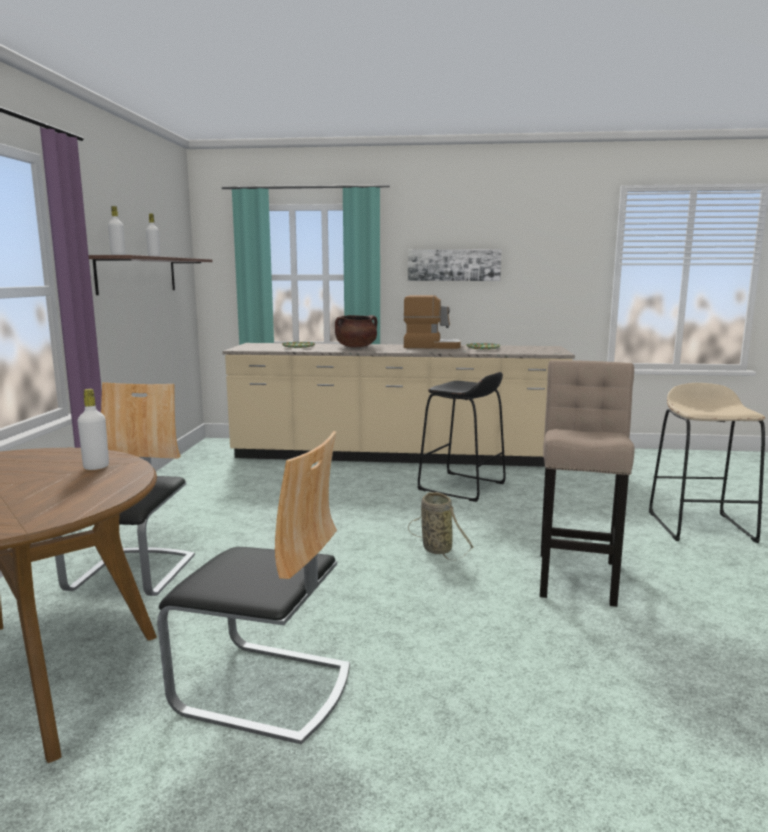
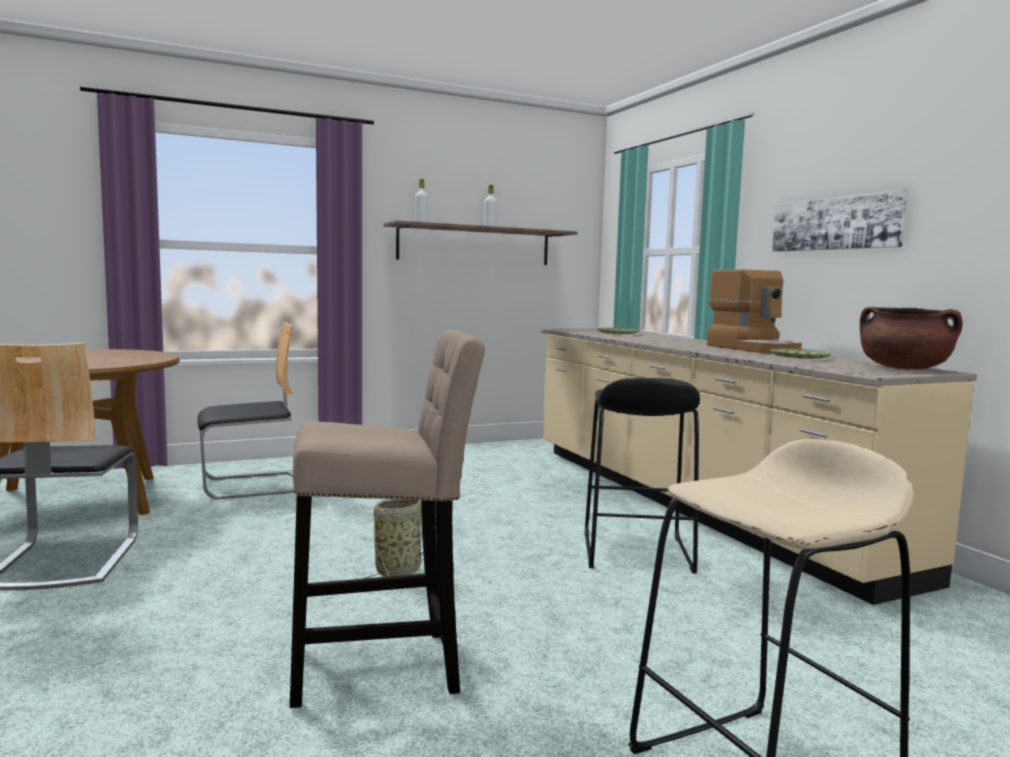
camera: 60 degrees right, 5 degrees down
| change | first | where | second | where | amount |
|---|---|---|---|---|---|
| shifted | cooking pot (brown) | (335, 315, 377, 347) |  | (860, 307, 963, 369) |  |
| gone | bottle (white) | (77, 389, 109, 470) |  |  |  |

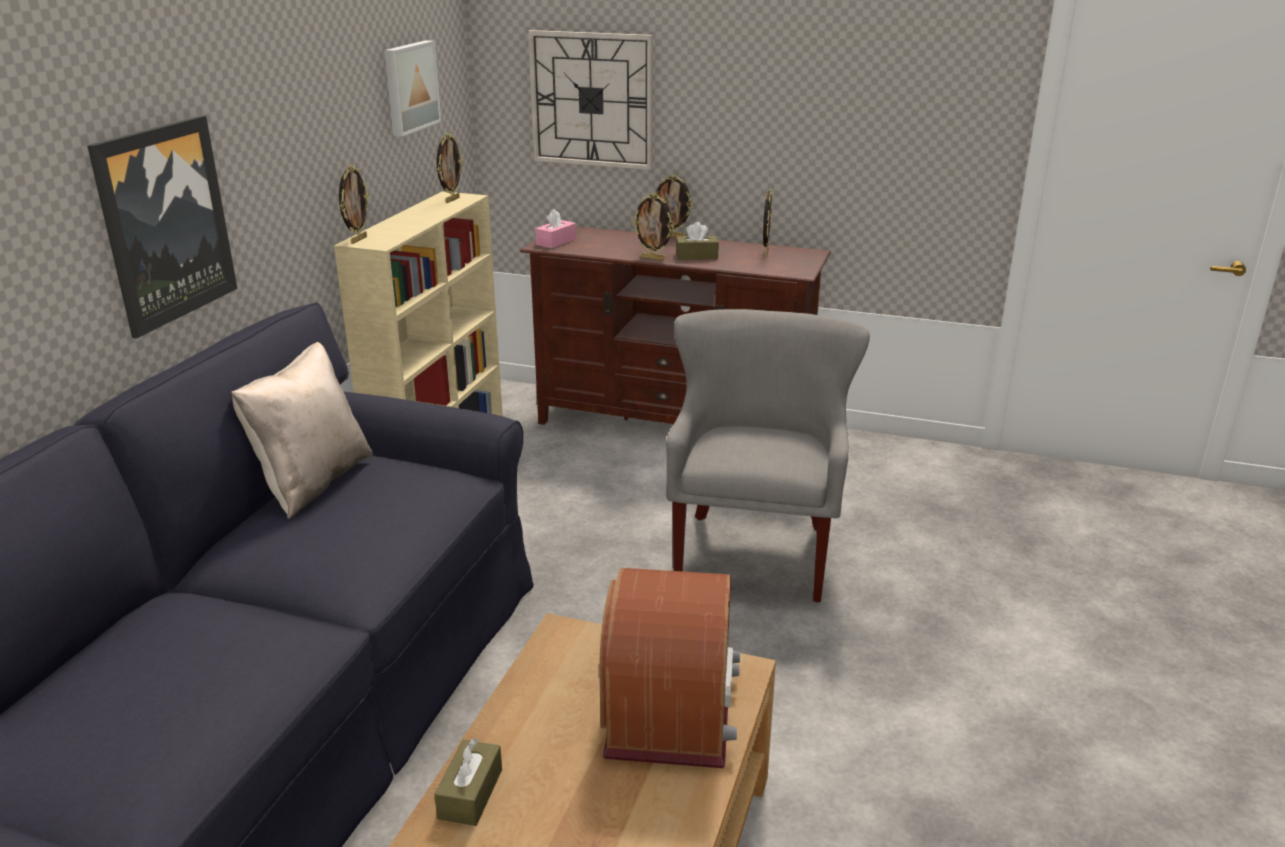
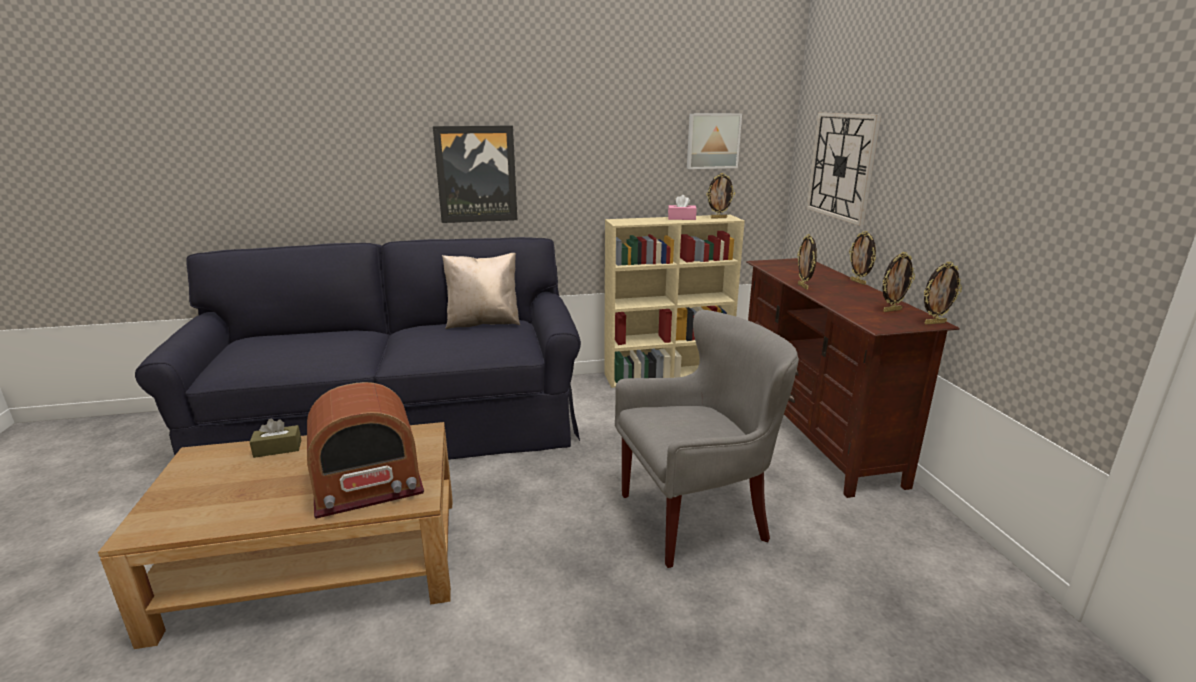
camera: 60 degrees right, 5 degrees down
| change | first | where | second | where | amount |
|---|---|---|---|---|---|
| shifted | tissue box (pink) | (535, 209, 576, 248) |  | (668, 195, 697, 220) |  |
| shifted | picture frame | (339, 165, 369, 244) |  | (924, 262, 962, 325) |  |
| gone | tissue box (brown) | (676, 222, 719, 260) |  |  |  |

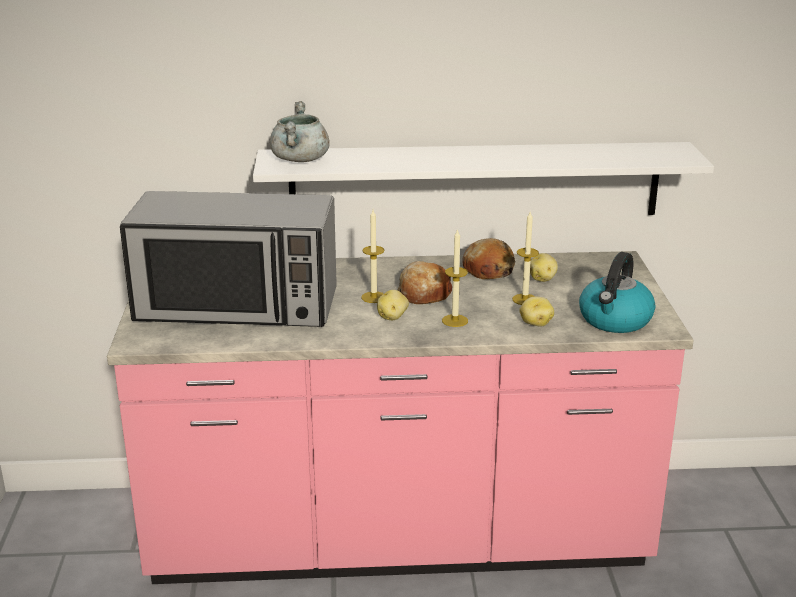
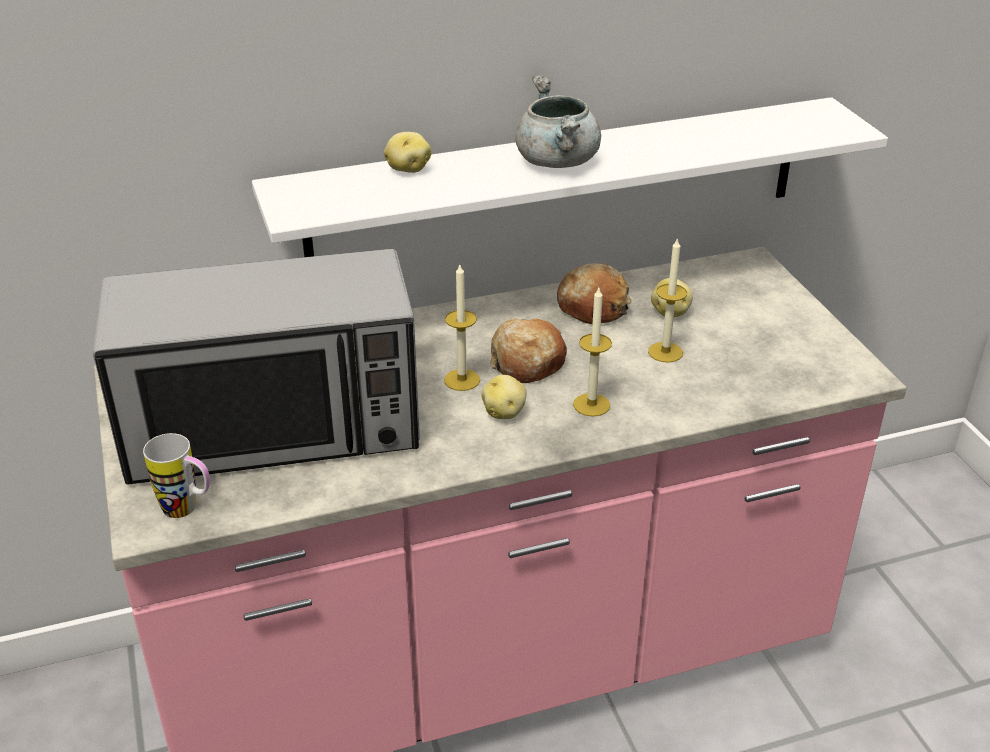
camera: 15 degrees left, 10 degrees up
| change | first | where | second | where | amount |
|---|---|---|---|---|---|
| new |  |  | mug | (143, 433, 210, 518) |  |
| shifted | potato | (519, 297, 554, 327) |  | (384, 132, 431, 173) |  |
| shifted | cooking pot (grey) | (270, 101, 330, 162) |  | (515, 75, 601, 168) |  |
| gone | kettle | (579, 252, 655, 333) |  |  |  |

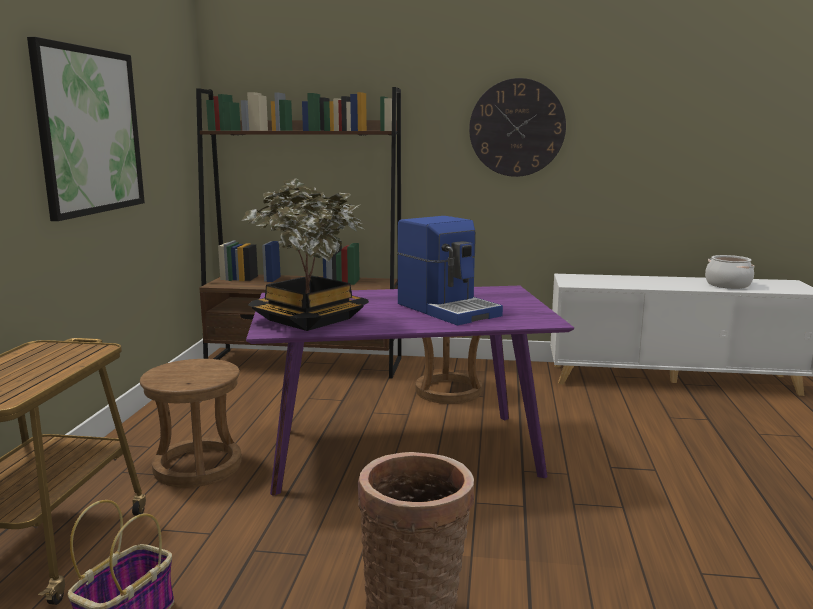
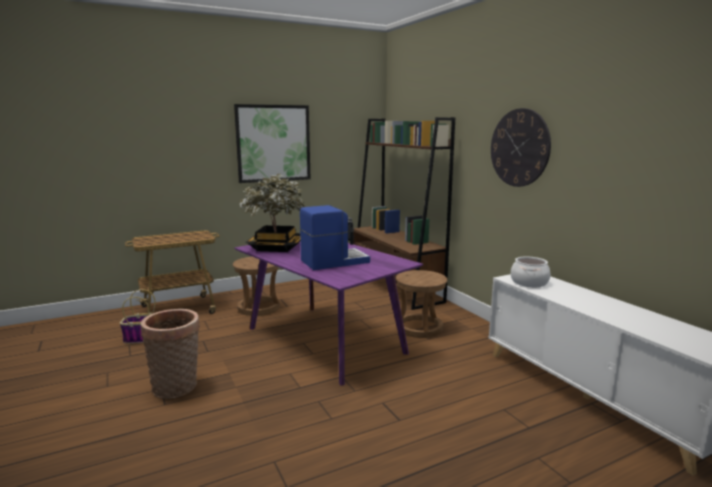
camera: 55 degrees right, 0 degrees up
| change | first | where | second | where | amount |
|---|---|---|---|---|---|
| rotated | coffee machine | (397, 216, 503, 325) |  | (300, 205, 370, 270) | 135 degrees counterclockwise |
| shifted | cooking pot | (705, 255, 754, 289) |  | (511, 256, 550, 287) |  |

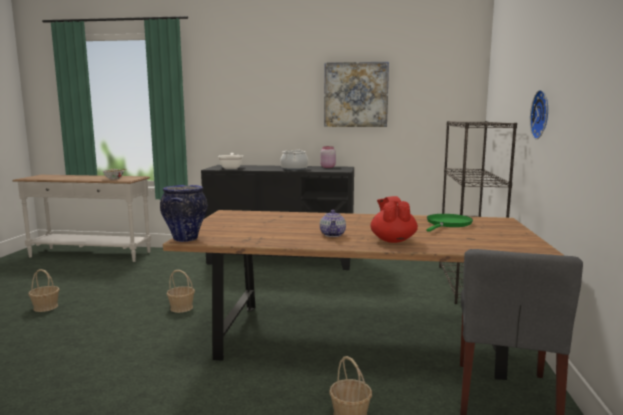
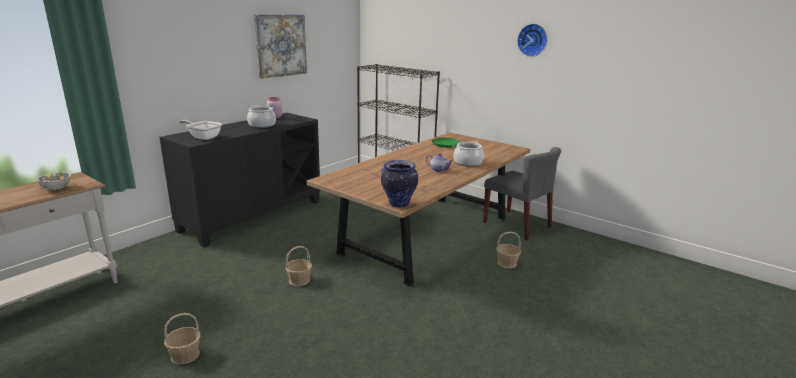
camera: 60 degrees left, 10 degrees up
| change | first | where | second | where | amount |
|---|---|---|---|---|---|
| swapped | teapot (red) | (370, 196, 418, 243) | cooking pot | (454, 141, 484, 167) |  |
| shifted | wall clock | (530, 90, 548, 139) |  | (517, 24, 548, 57) |  |

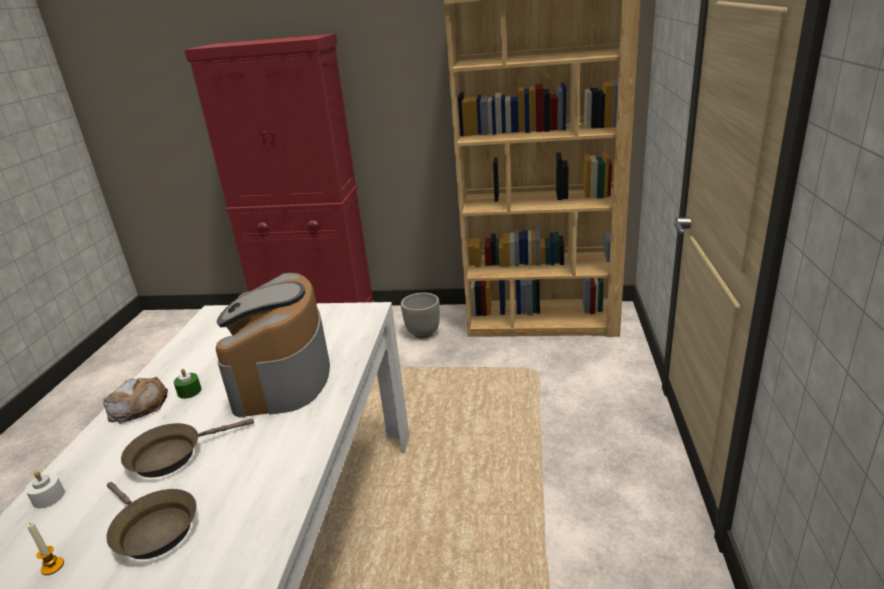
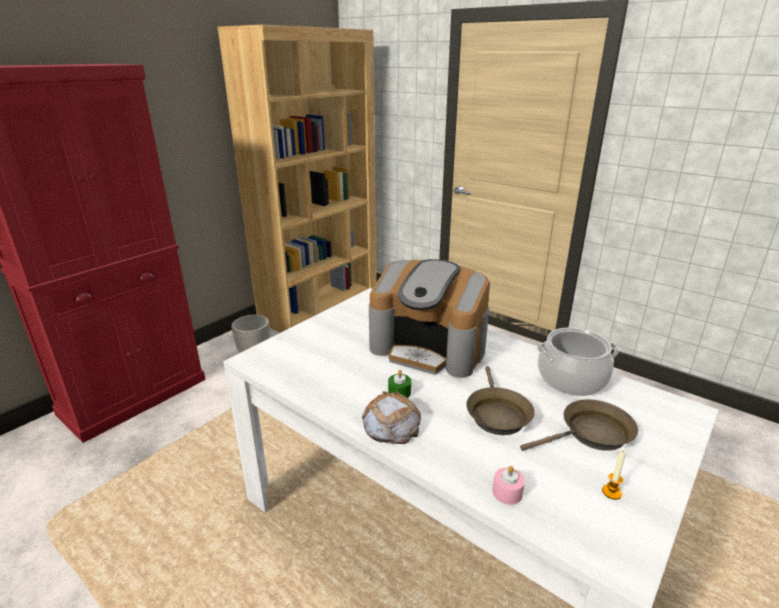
camera: 60 degrees left, 0 degrees up
| change | first | where | second | where | amount |
|---|---|---|---|---|---|
| repainted | candle (white) | (25, 471, 65, 508) | candle (pink) | (492, 466, 525, 505) |  |
| new |  |  | cooking pot | (537, 327, 619, 396) |  |

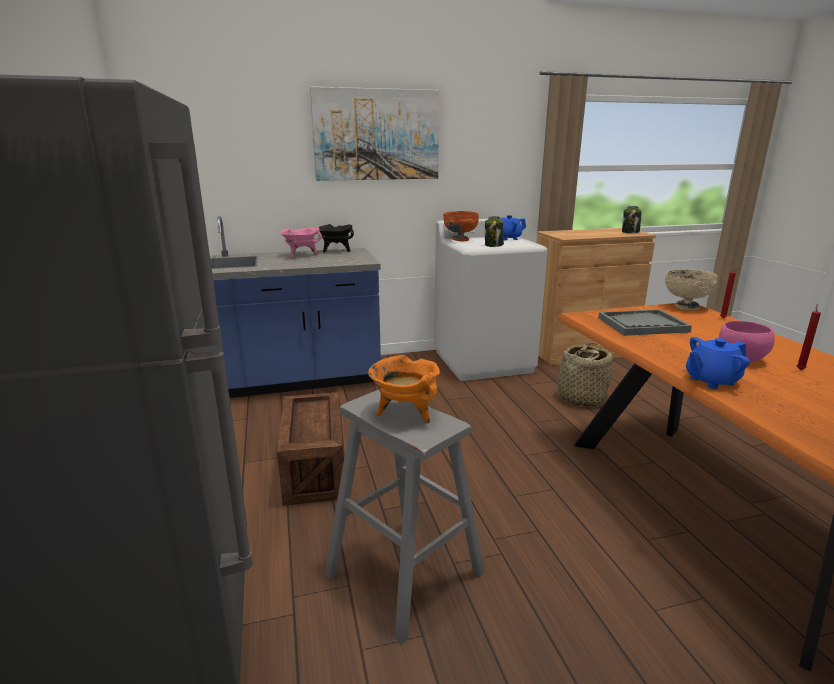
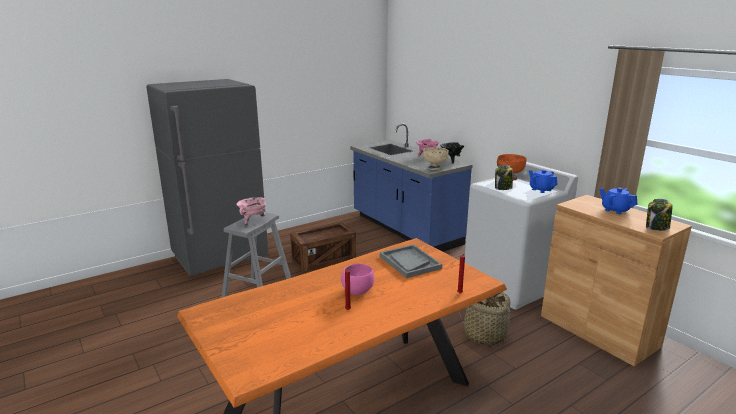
camera: 70 degrees right, 0 degrees up
| change | first | where | second | where | amount |
|---|---|---|---|---|---|
| repainted | cooking pot (orange) | (368, 355, 440, 424) | cooking pot (pink) | (236, 197, 267, 226) |  |
| shifted | bowl (beige) | (665, 269, 718, 310) |  | (423, 147, 449, 170) |  |
| shifted | teapot (blue) | (686, 337, 750, 389) |  | (599, 187, 638, 214) |  |
| gone | picture | (310, 87, 439, 181) |  |  |  |

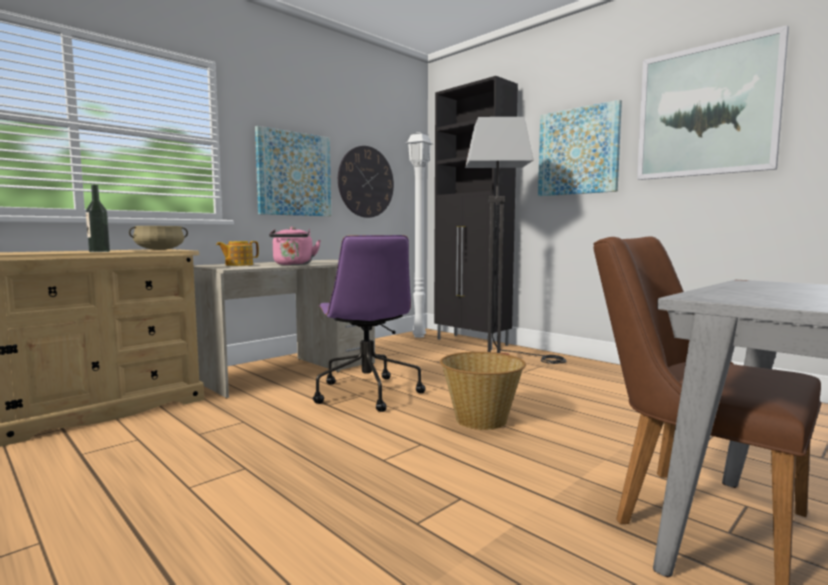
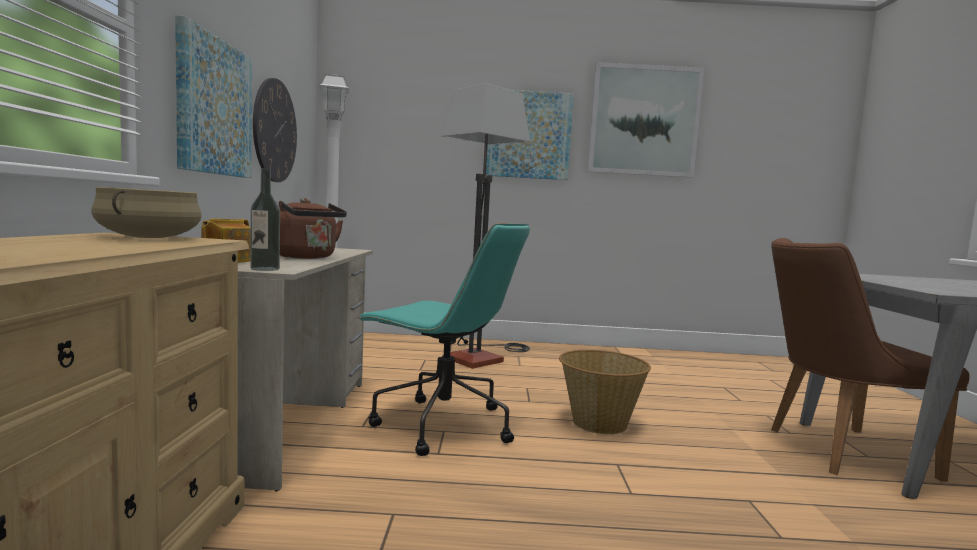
camera: 45 degrees left, 0 degrees up
| change | first | where | second | where | amount |
|---|---|---|---|---|---|
| shifted | bottle | (86, 185, 110, 252) |  | (250, 168, 280, 271) |  |
| repainted | kettle (pink) | (269, 226, 321, 265) | kettle (brown) | (279, 198, 347, 259) |  |
| repainted | office chair (purple) | (313, 235, 426, 412) | office chair (turquoise) | (357, 223, 530, 456) |  |
| gone | cabinet (black) | (434, 76, 518, 350) |  |  |  |

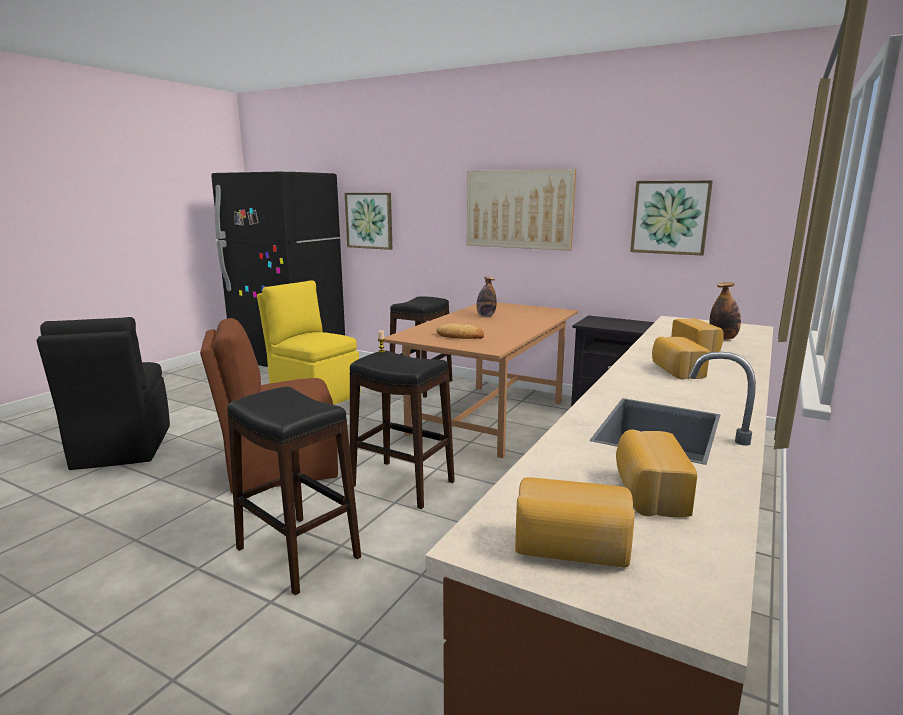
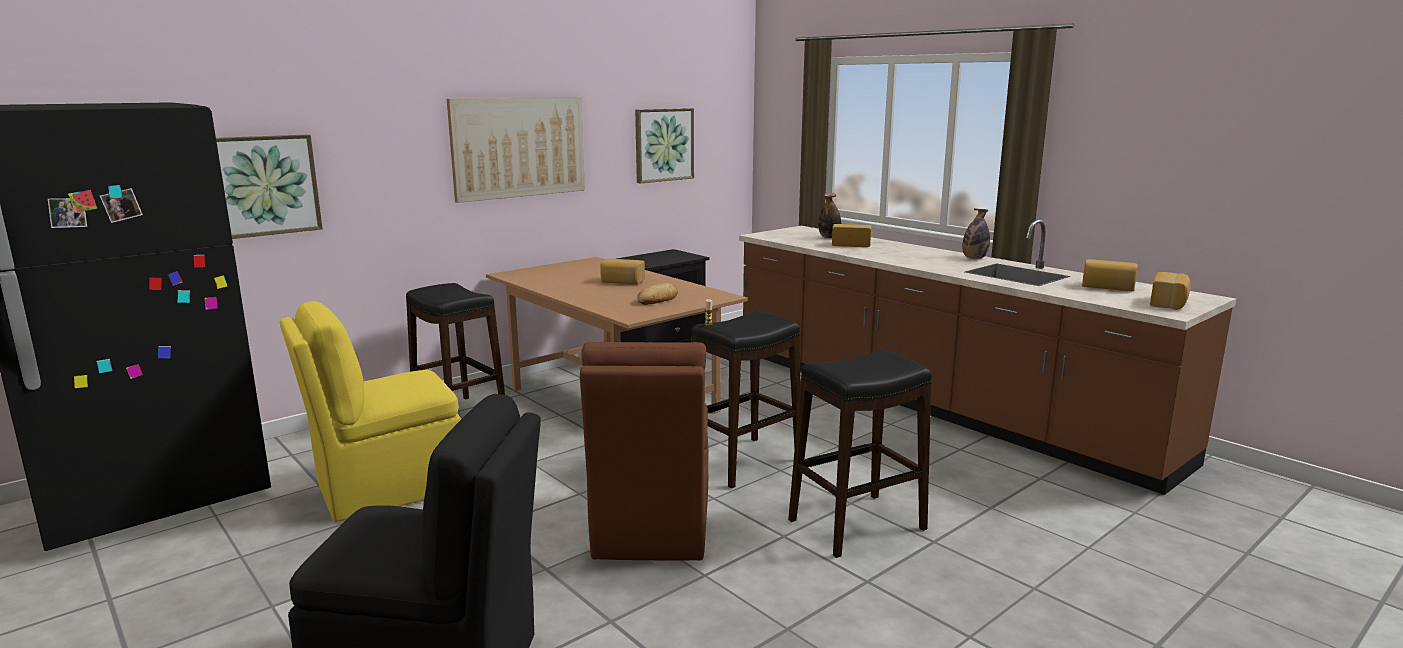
camera: 70 degrees left, 0 degrees up
| change | first | where | second | where | amount |
|---|---|---|---|---|---|
| shifted | bread | (652, 337, 710, 379) |  | (600, 259, 645, 285) |  |
| shifted | bottle | (477, 277, 497, 317) |  | (962, 208, 990, 259) |  |

